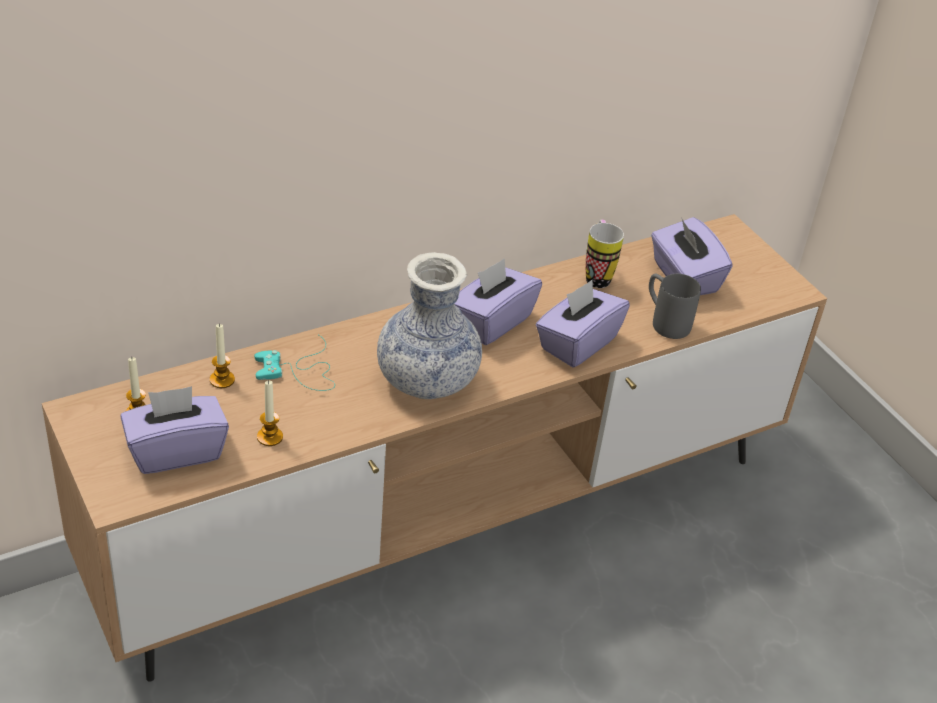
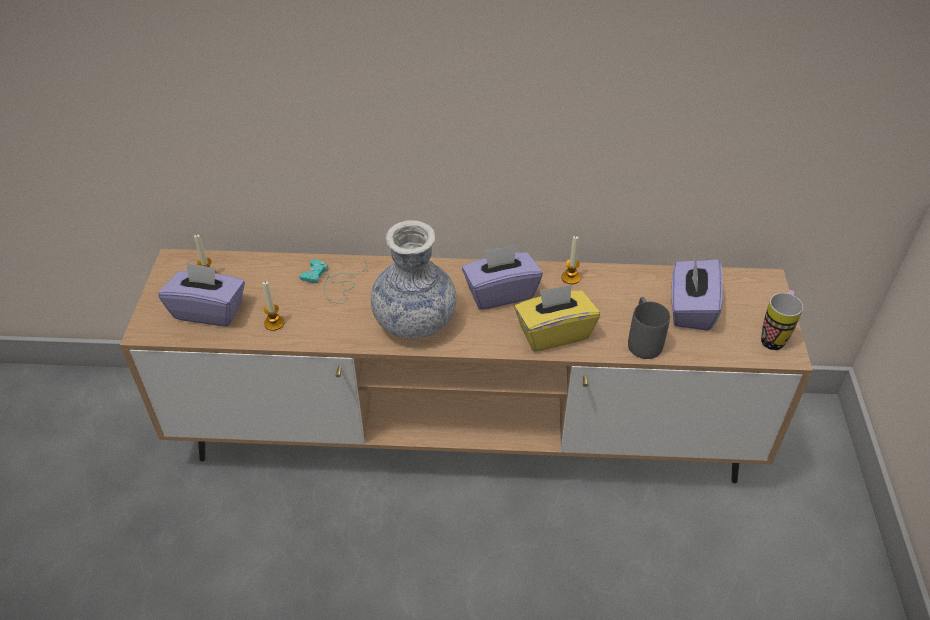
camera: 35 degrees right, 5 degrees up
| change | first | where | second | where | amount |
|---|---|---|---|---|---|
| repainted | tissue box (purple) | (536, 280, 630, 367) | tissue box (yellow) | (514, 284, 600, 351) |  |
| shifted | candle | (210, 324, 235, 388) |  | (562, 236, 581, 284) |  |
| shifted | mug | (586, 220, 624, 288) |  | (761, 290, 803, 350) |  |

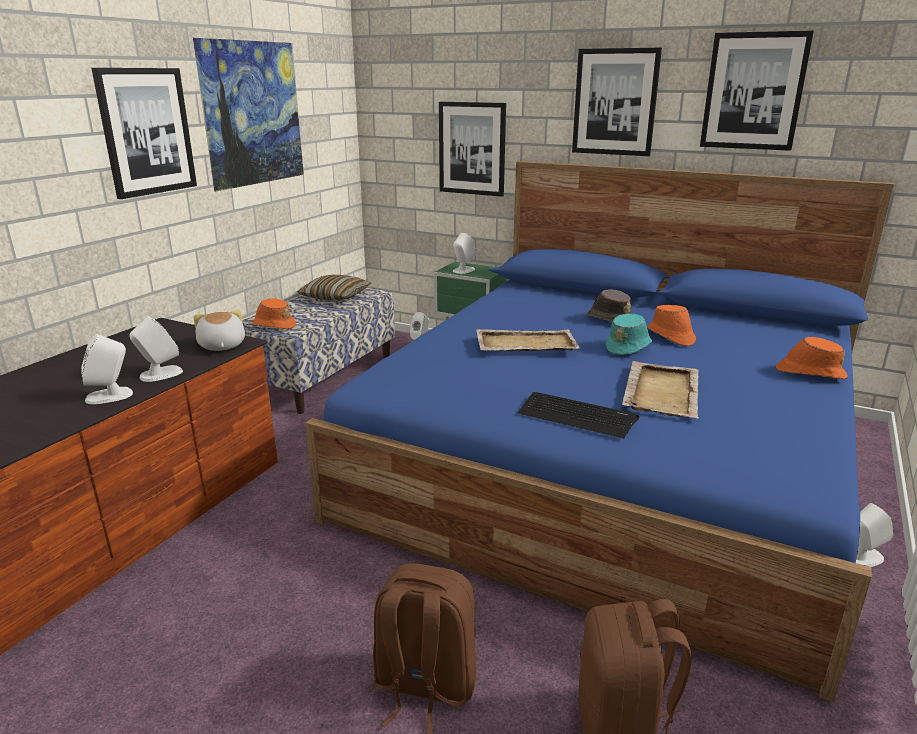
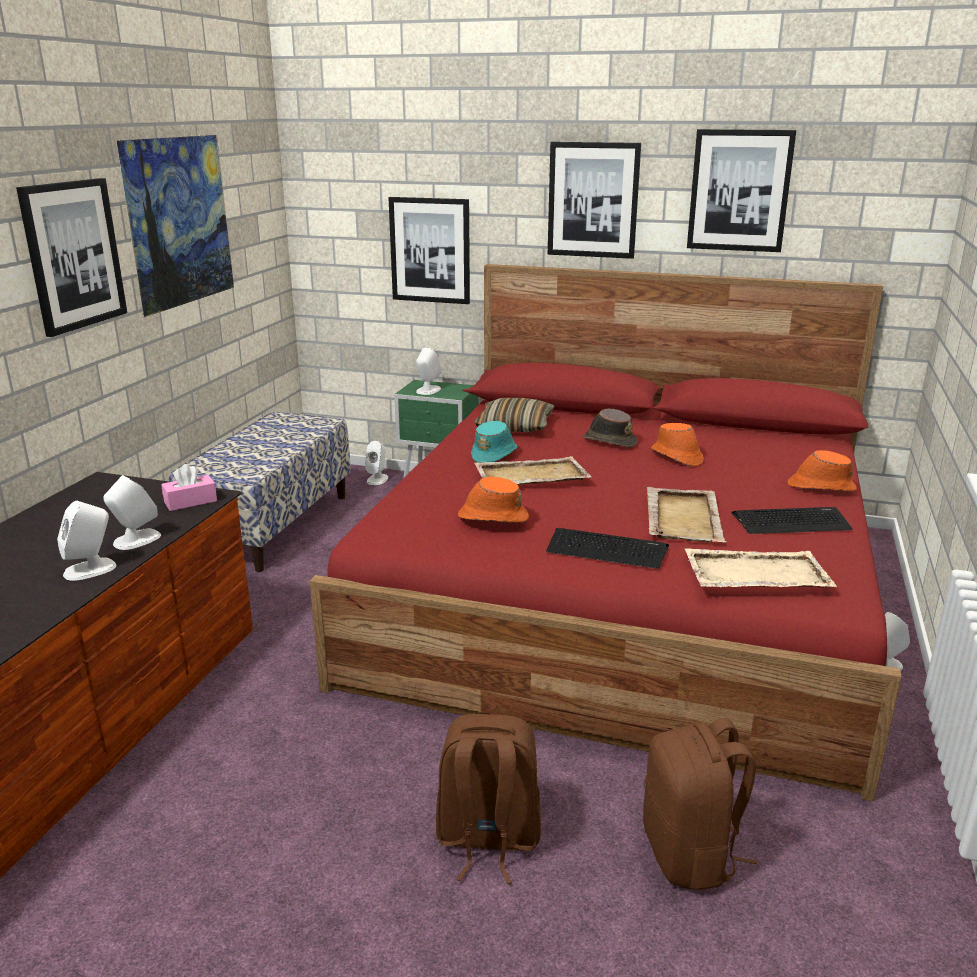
camera: 10 degrees left, 0 degrees up
| change | first | where | second | where | amount |
|---|---|---|---|---|---|
| swapped | plush toy | (193, 310, 245, 351) | tissue box (pink) | (161, 464, 217, 511) |  |
| repainted | bed (blue) | (306, 161, 894, 702) | bed (red) | (310, 264, 902, 801) |  |
| shifted | hat (orange) | (252, 298, 296, 329) |  | (458, 477, 529, 523) |  |
| shifted | hat (turquoise) | (606, 313, 652, 355) |  | (471, 421, 518, 462) |  |
| shifted | pillow | (297, 275, 372, 301) |  | (474, 398, 555, 432) |  |
| new |  |  | tray (beige) | (685, 548, 837, 588) |  |
| new |  |  | keyboard | (732, 507, 853, 534) |  |

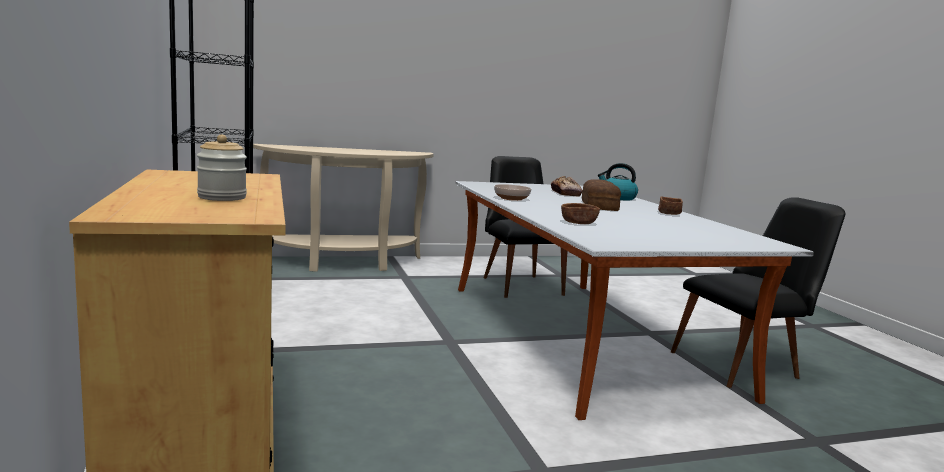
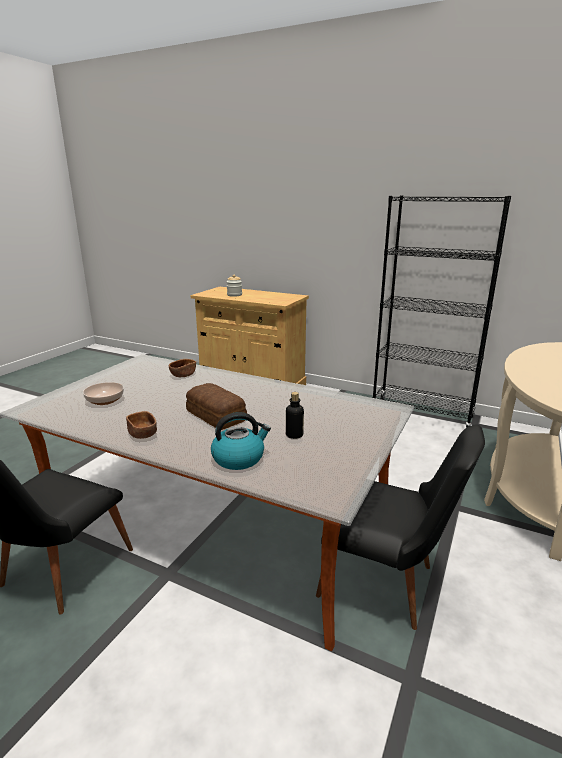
camera: 135 degrees right, 10 degrees up
| change | first | where | second | where | amount |
|---|---|---|---|---|---|
| shifted | bowl | (494, 184, 532, 201) |  | (83, 382, 124, 405) |  |
| swapped | bread | (551, 176, 583, 196) | bottle | (286, 392, 304, 439) |  |

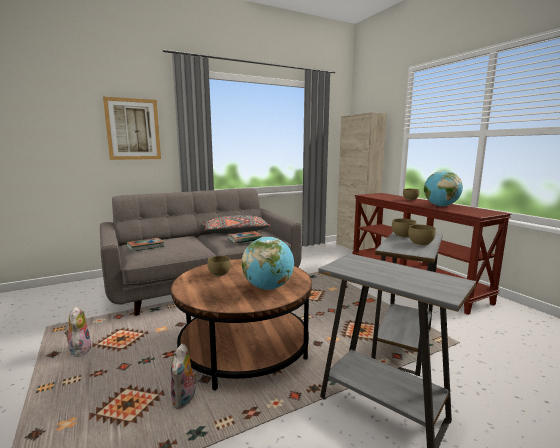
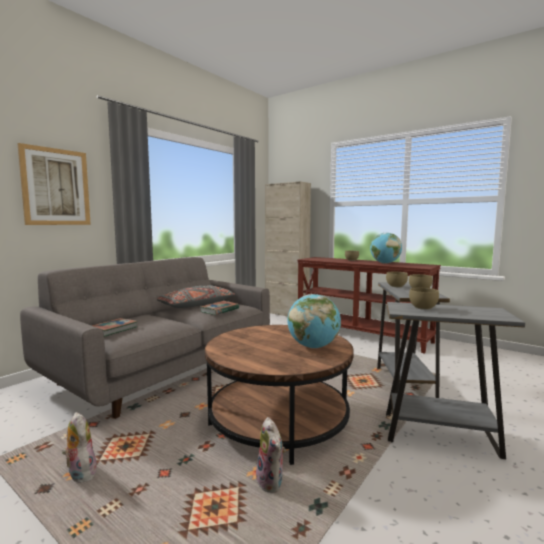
camera: 25 degrees left, 5 degrees down
| change | first | where | second | where | amount |
|---|---|---|---|---|---|
| shifted | bowl (brown) | (207, 256, 231, 276) |  | (409, 288, 439, 310) |  |

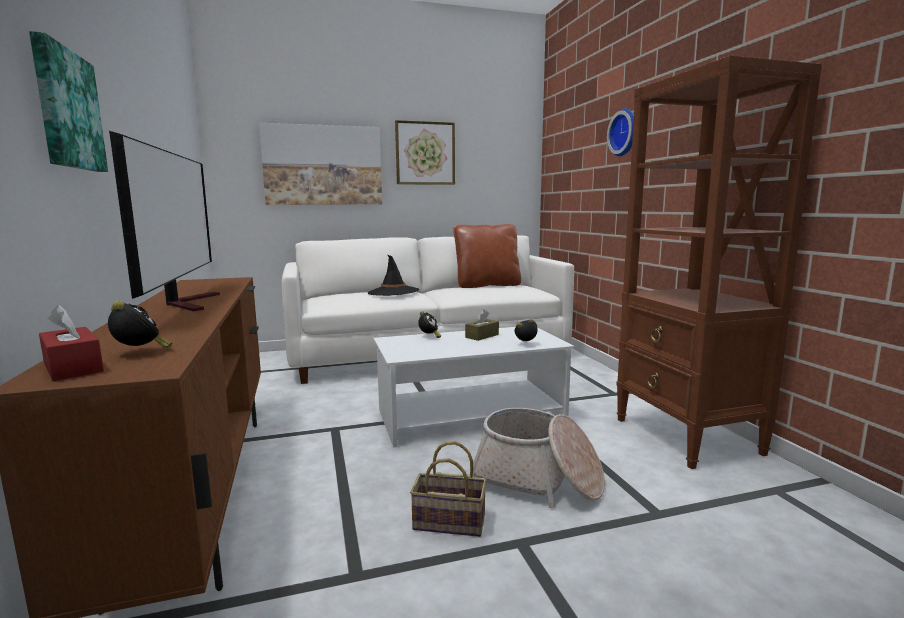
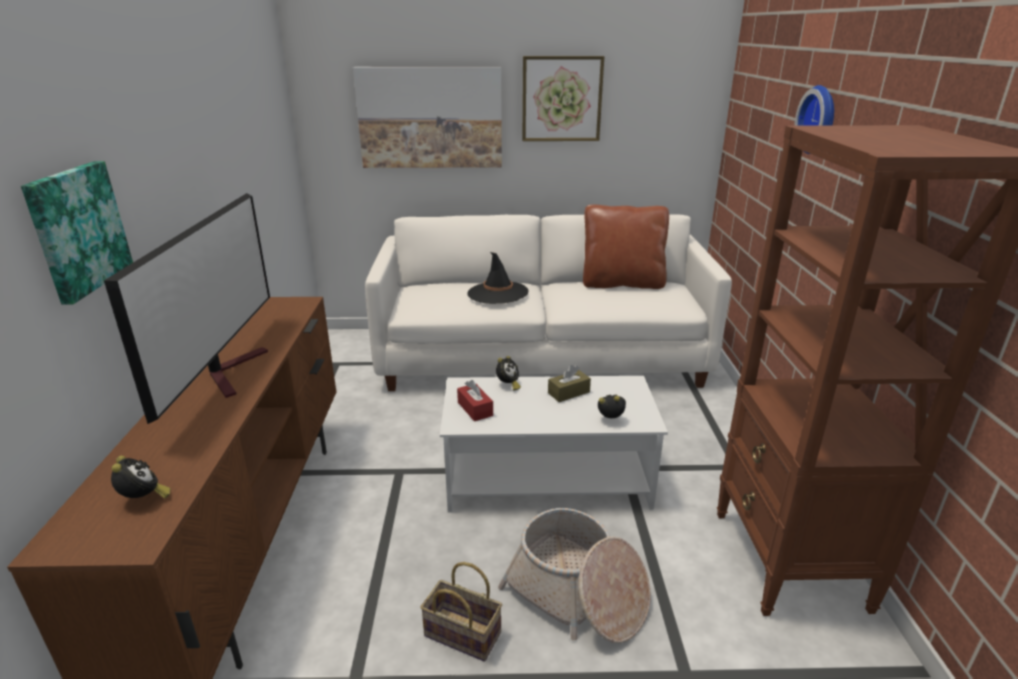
camera: 15 degrees right, 15 degrees up
| change | first | where | second | where | amount |
|---|---|---|---|---|---|
| shifted | tissue box (red) | (39, 305, 104, 381) |  | (457, 380, 493, 421) |  |

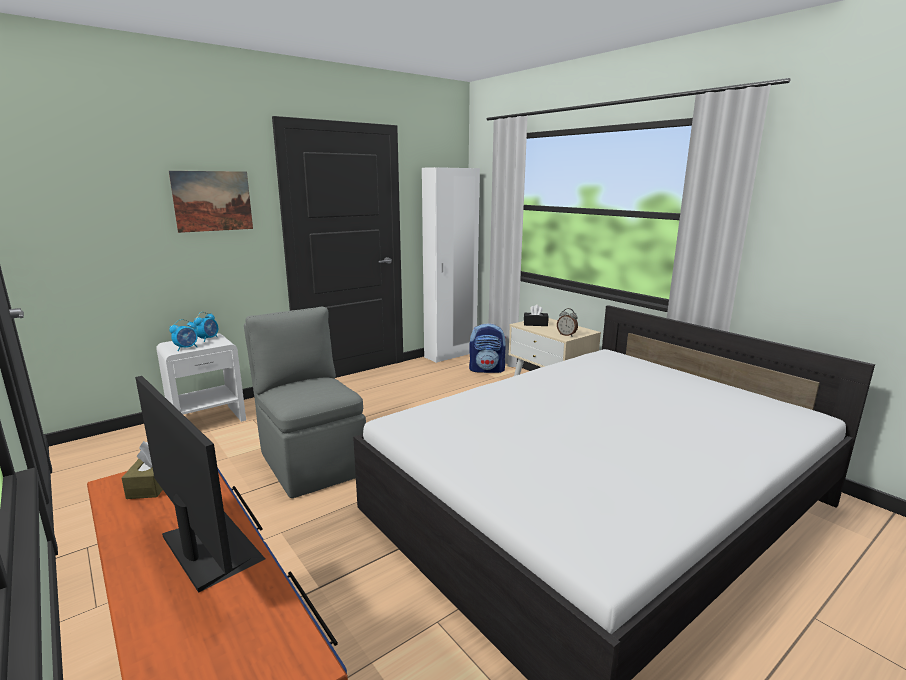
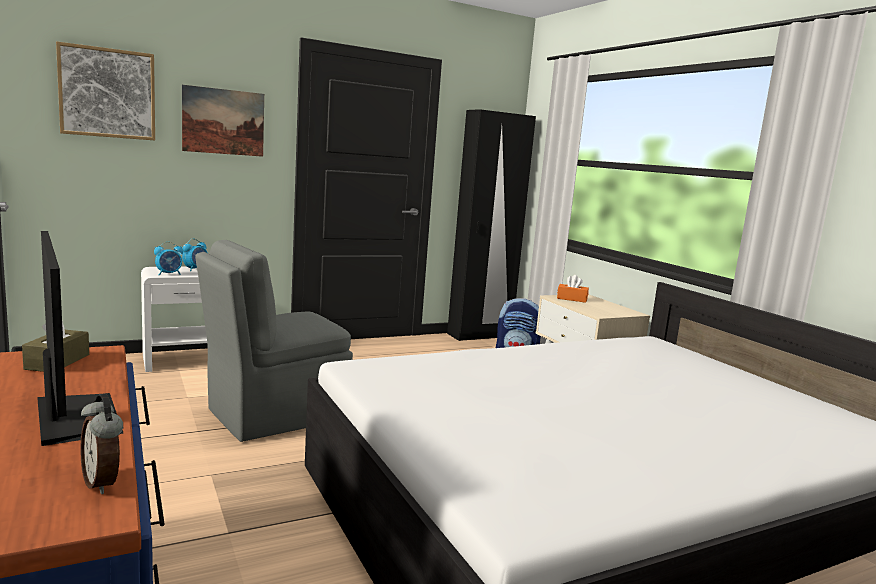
camera: 10 degrees right, 5 degrees down
| change | first | where | second | where | amount |
|---|---|---|---|---|---|
| new |  |  | picture | (56, 41, 155, 140) |  |
| shifted | alarm clock | (557, 308, 578, 337) |  | (80, 394, 123, 494) |  |
| rotated | chair (grey) | (244, 307, 366, 498) |  | (195, 240, 353, 442) | 105 degrees counterclockwise |
| repainted | wardrobe (white) | (422, 167, 480, 363) | wardrobe (black) | (447, 109, 536, 341) |  |
| repainted | tissue box (black) | (524, 304, 549, 326) | tissue box (orange) | (557, 275, 589, 303) |  |

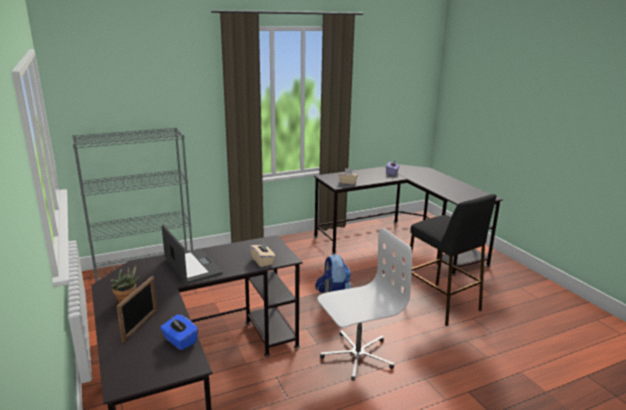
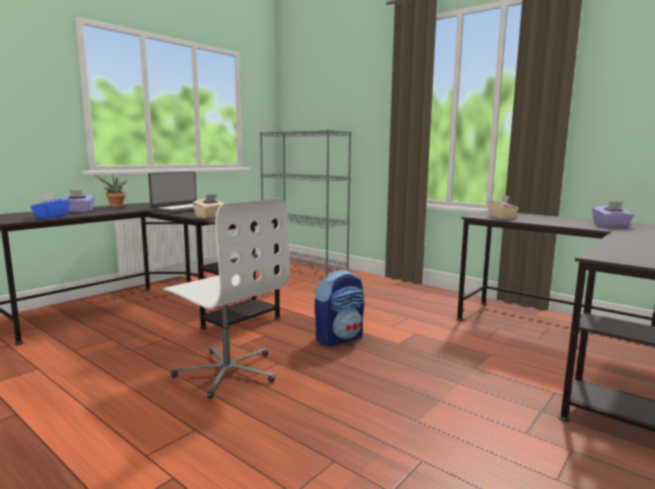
camera: 65 degrees right, 10 degrees down
| change | first | where | second | where | amount |
|---|---|---|---|---|---|
| swapped | picture frame | (116, 276, 157, 343) | tissue box (purple) | (63, 190, 95, 212) |  |
| gone | stool (black) | (410, 194, 497, 326) |  |  |  |

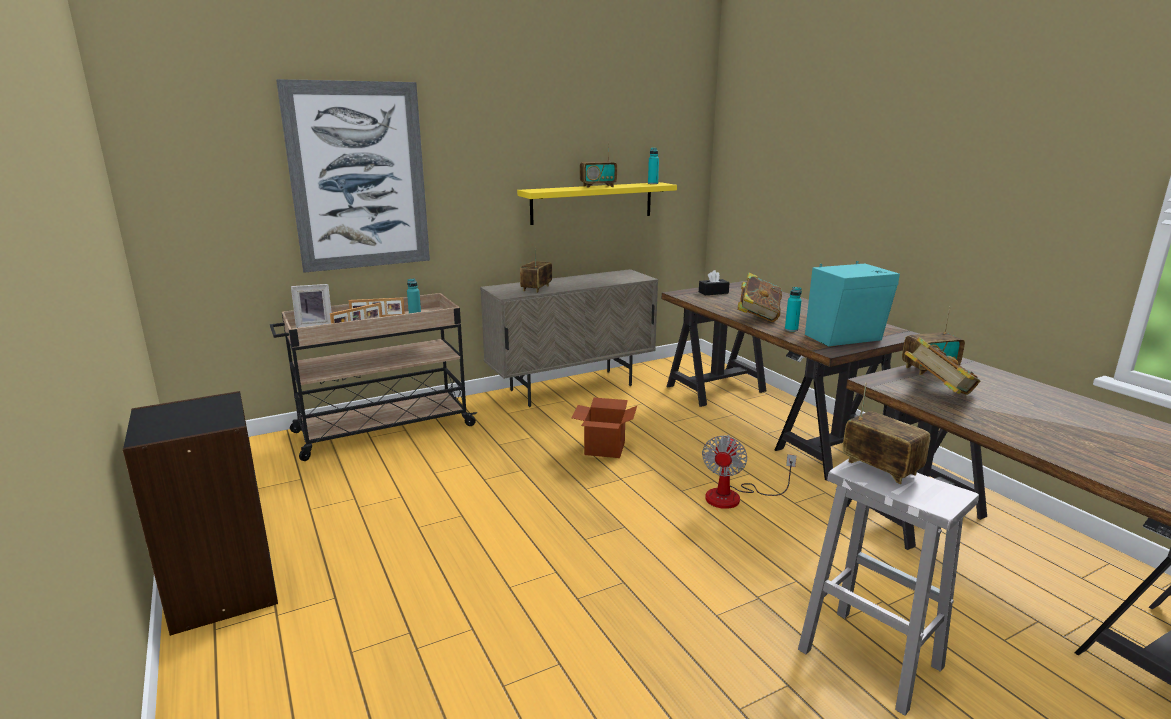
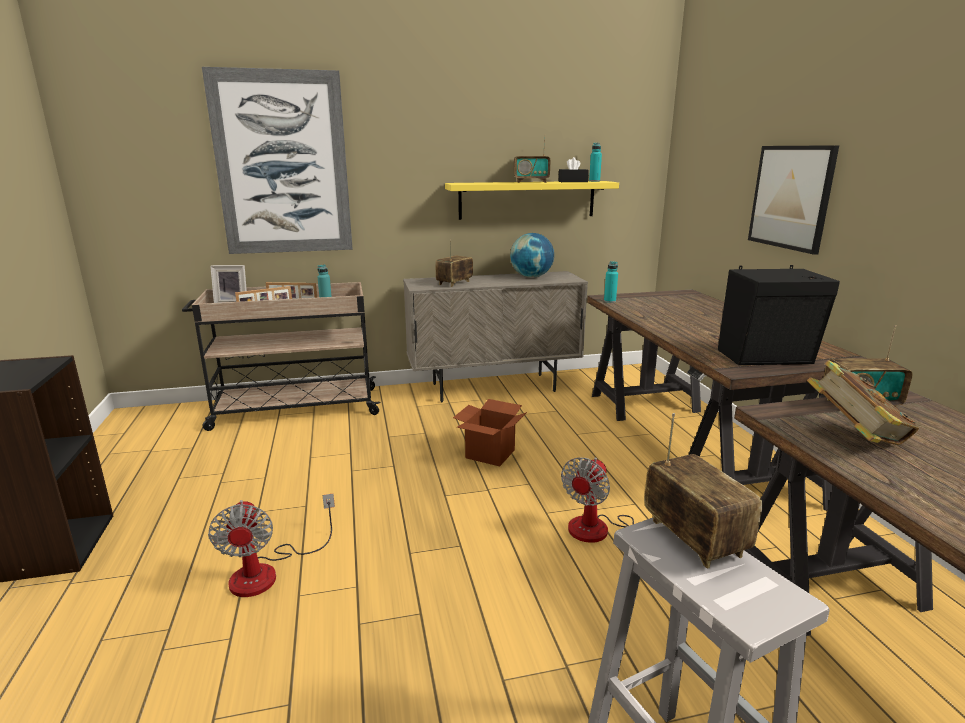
camera: 15 degrees right, 0 degrees up
| change | first | where | second | where | amount |
|---|---|---|---|---|---|
| new |  |  | fan | (208, 494, 335, 597) |  |
| new |  |  | globe | (510, 233, 554, 278) |  |
| shifted | tissue box (black) | (699, 270, 730, 295) |  | (559, 157, 589, 182) |  |
| shifted | bottle (turquoise) | (785, 287, 802, 332) |  | (604, 261, 618, 303) |  |
| repainted | speaker (turquoise) | (805, 261, 900, 346) | speaker (black) | (718, 265, 840, 365) |  |
| new |  |  | picture | (748, 145, 839, 255) |  |
| gone | book | (737, 272, 782, 322) |  |  |  |

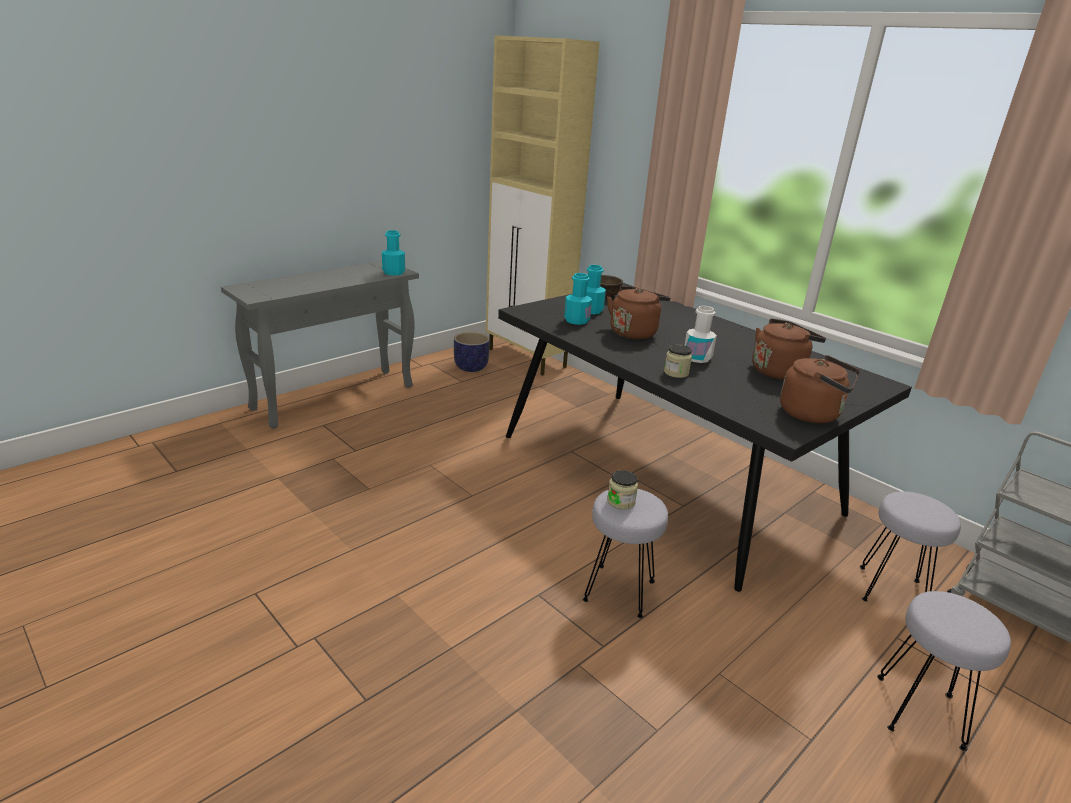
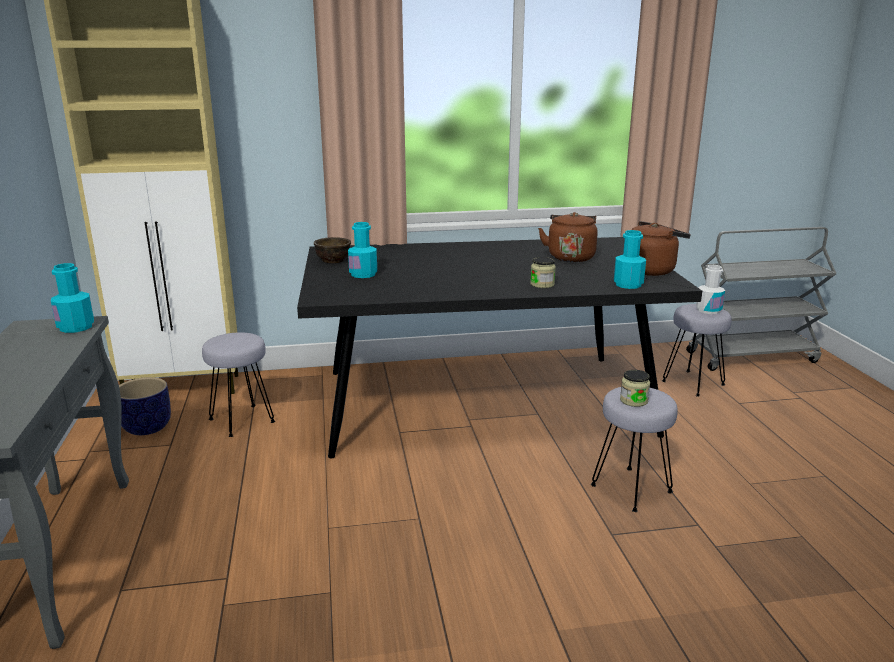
camera: 55 degrees left, 5 degrees down
| change | first | where | second | where | amount |
|---|---|---|---|---|---|
| shifted | stool (grey) | (877, 591, 1011, 751) |  | (202, 332, 275, 437) |  |
| shifted | bottle (turquoise) | (564, 273, 592, 325) |  | (614, 230, 646, 289) |  |
| shifted | bottle (white) | (685, 306, 717, 363) |  | (696, 265, 725, 314) |  |
| gone | kettle (brown) | (607, 286, 670, 339) |  |  |  |

